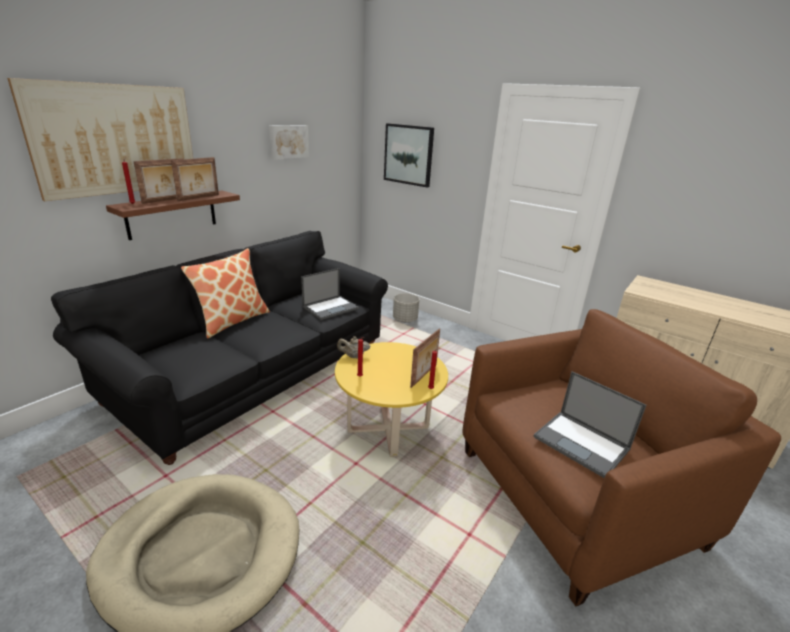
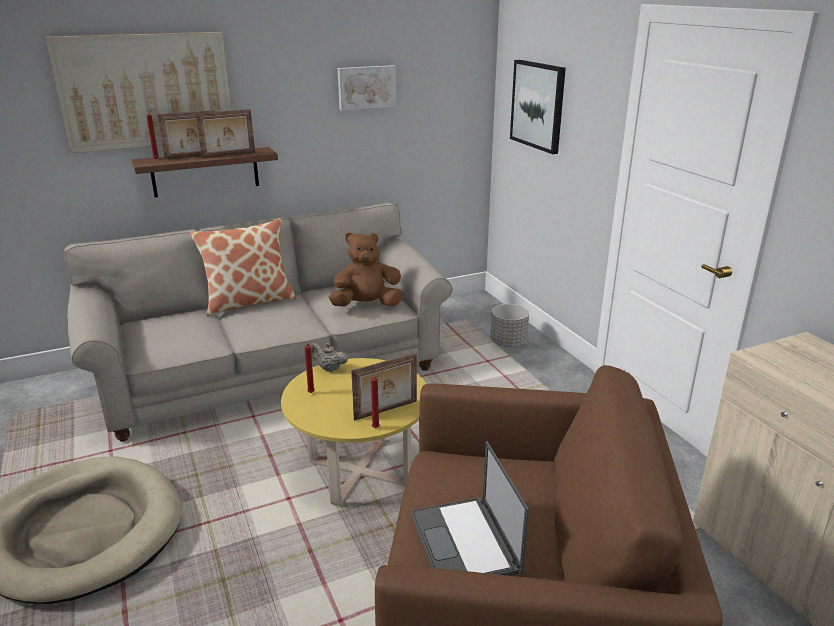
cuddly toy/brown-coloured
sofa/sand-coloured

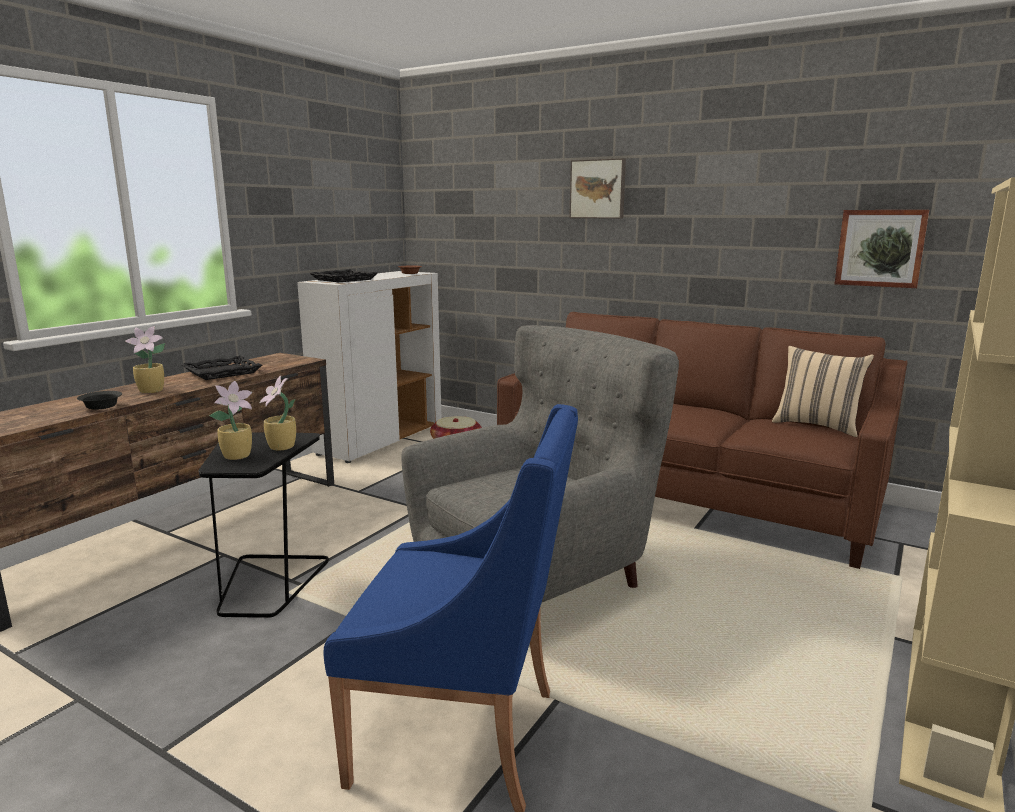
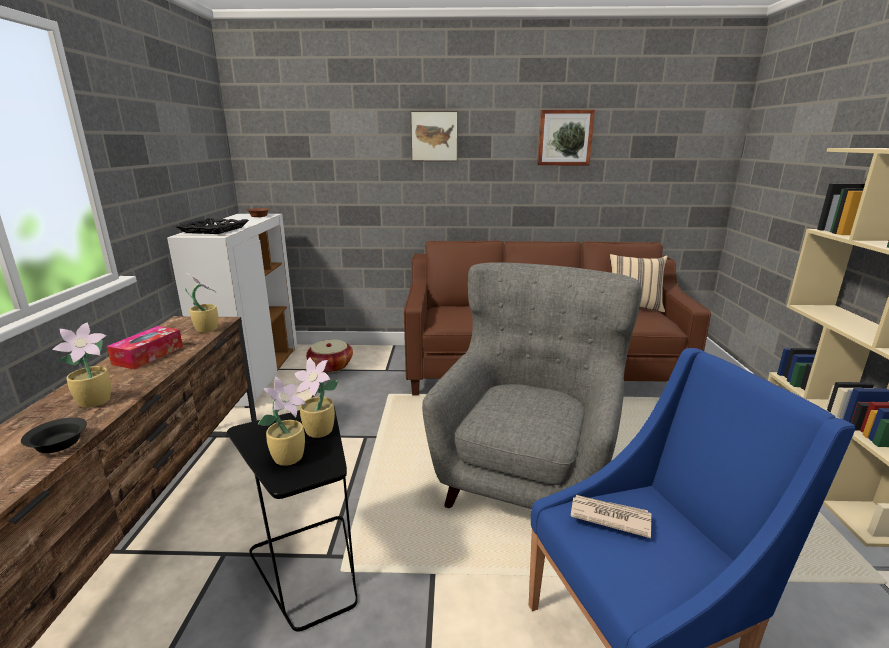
potted plant (2nd from left)
newspaper
wall picture (2nd from left)
tissue holder

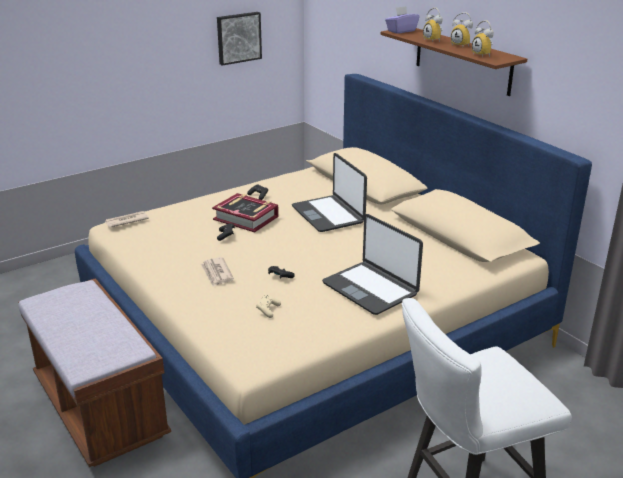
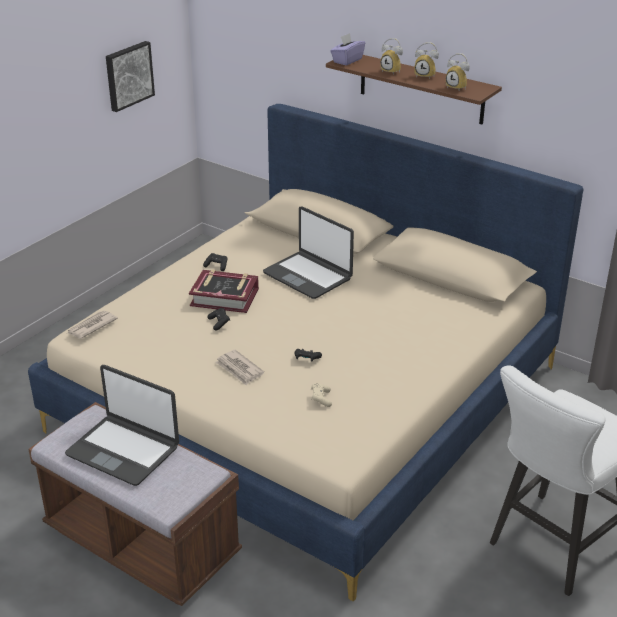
laptop (1st from left)

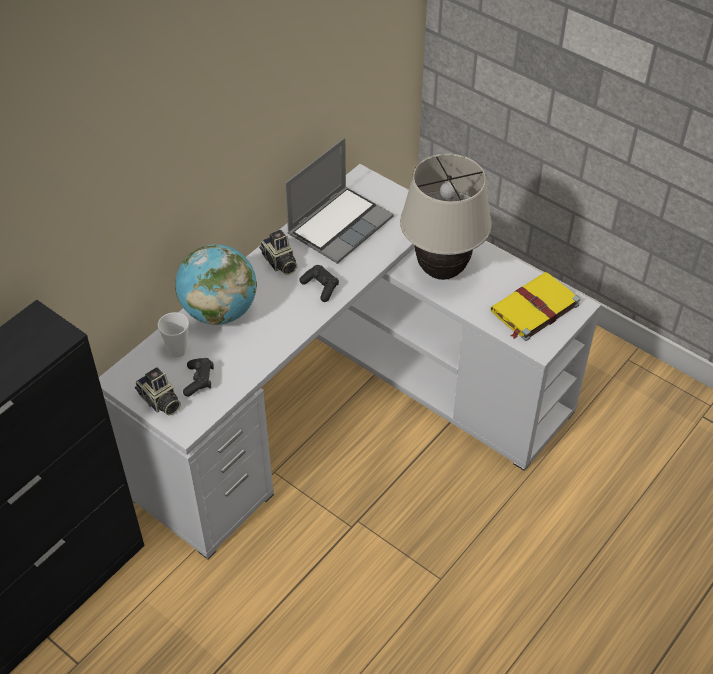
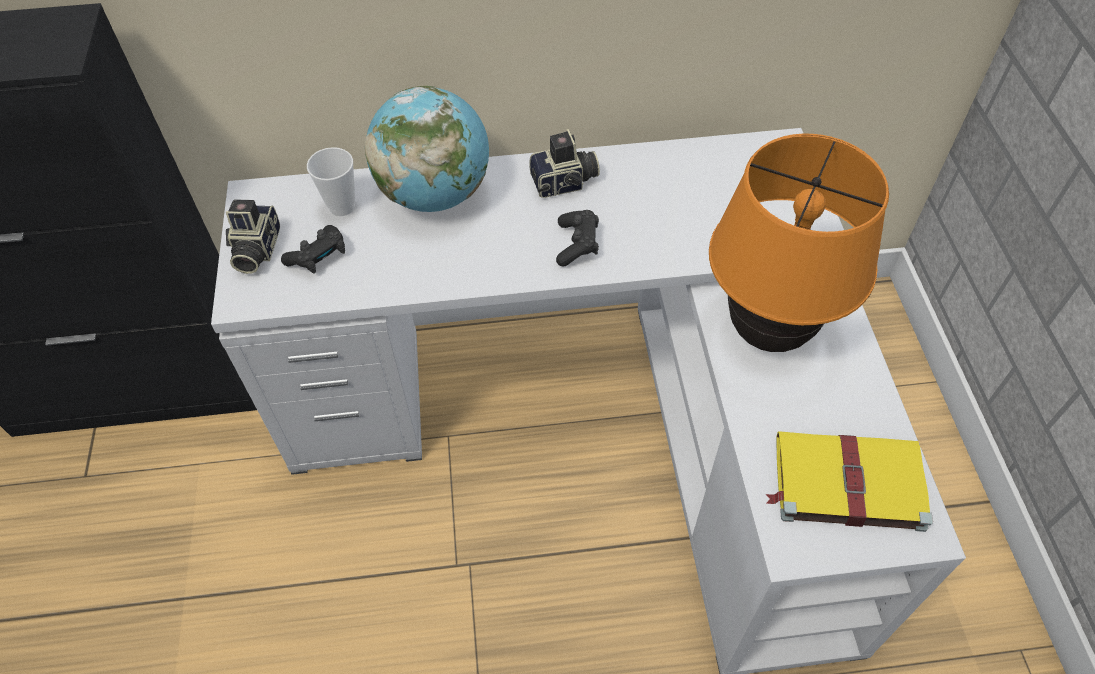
laptop
table lamp/orange
still camera (2nd from left)

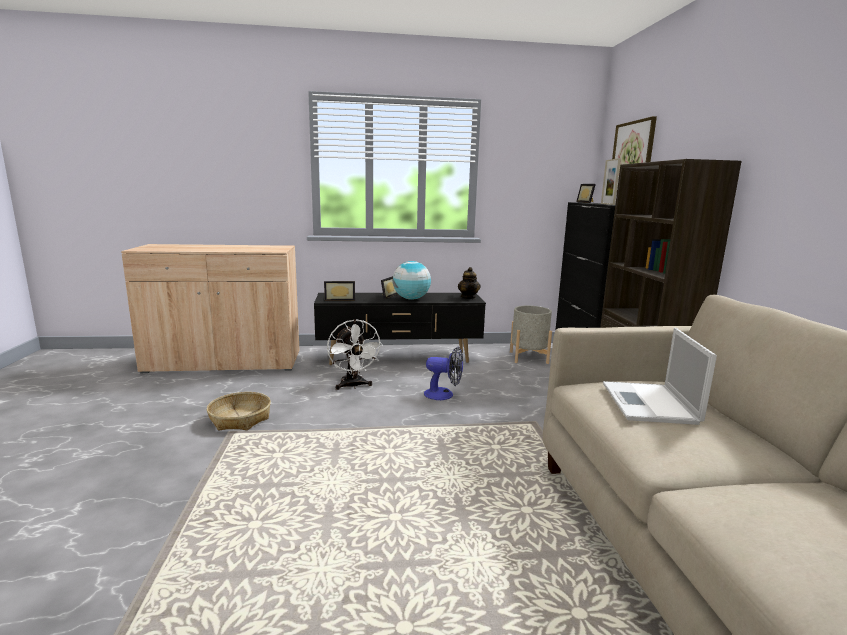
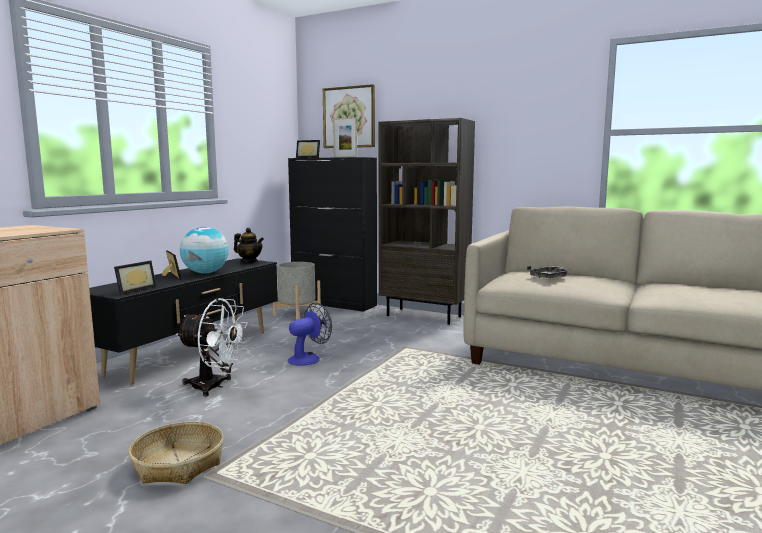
serving tray/gray

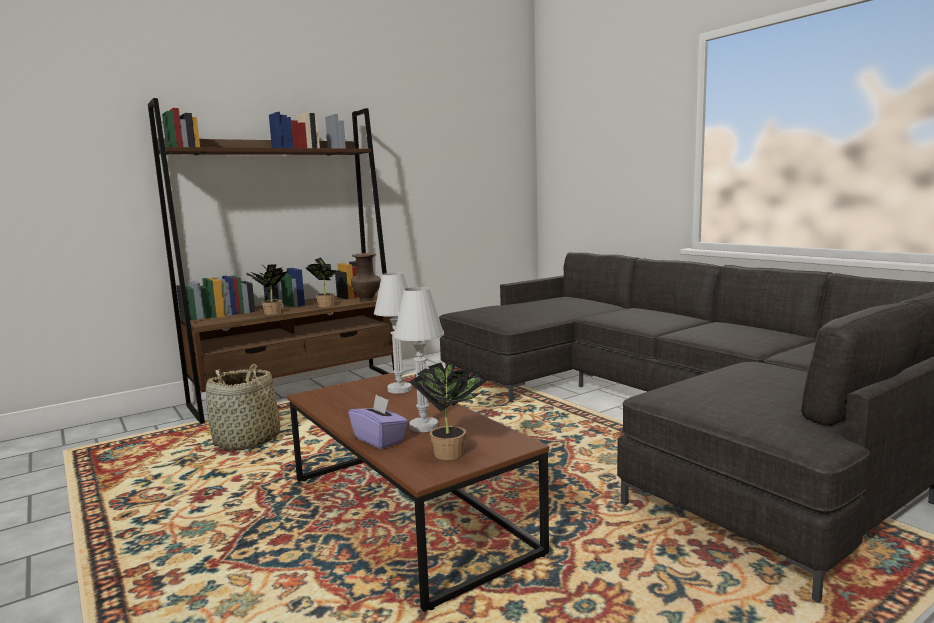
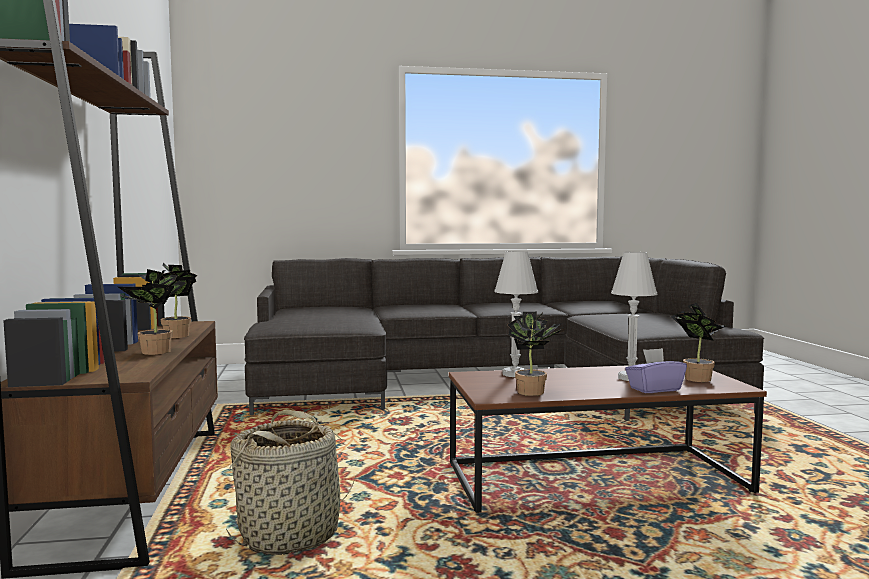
flower vase/brown-coloured
potted plant (3rd from left)

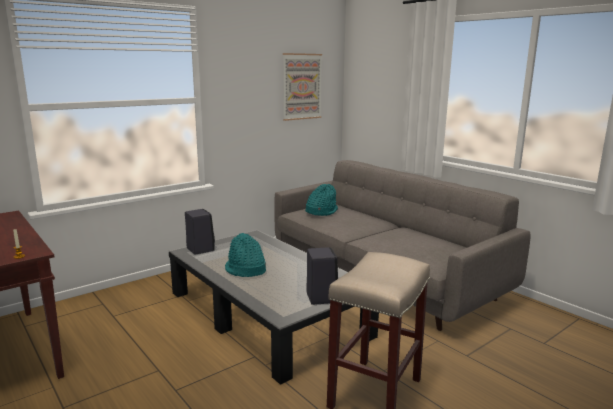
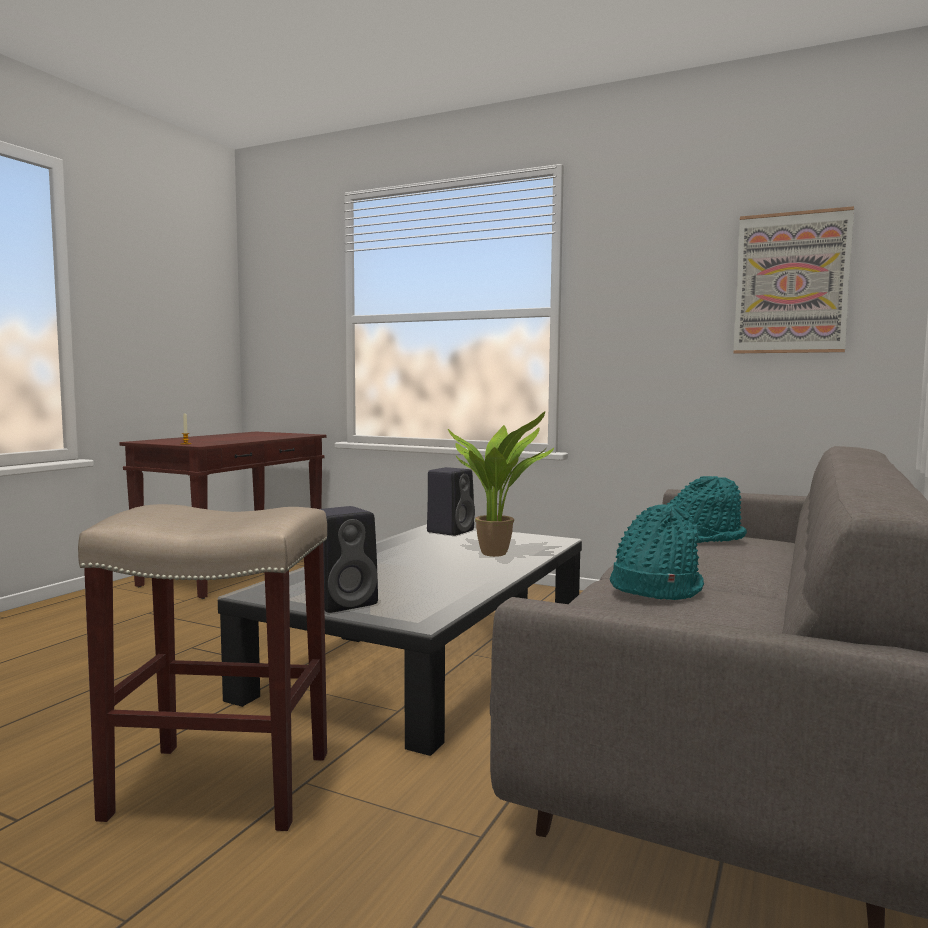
potted plant
clothing hat/blue-green (1st from left)

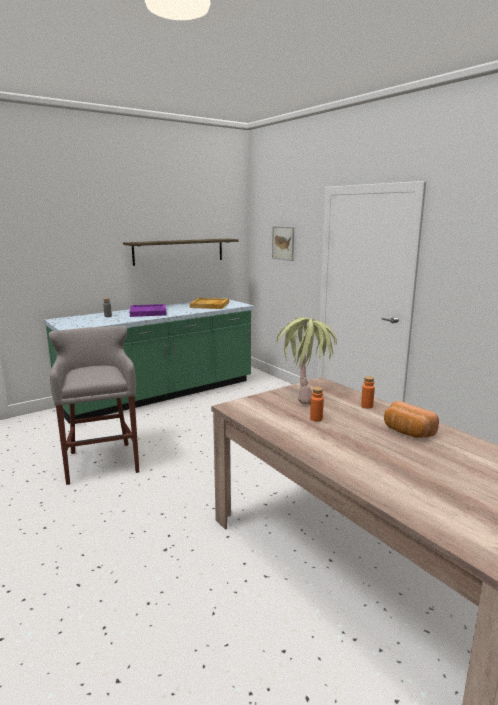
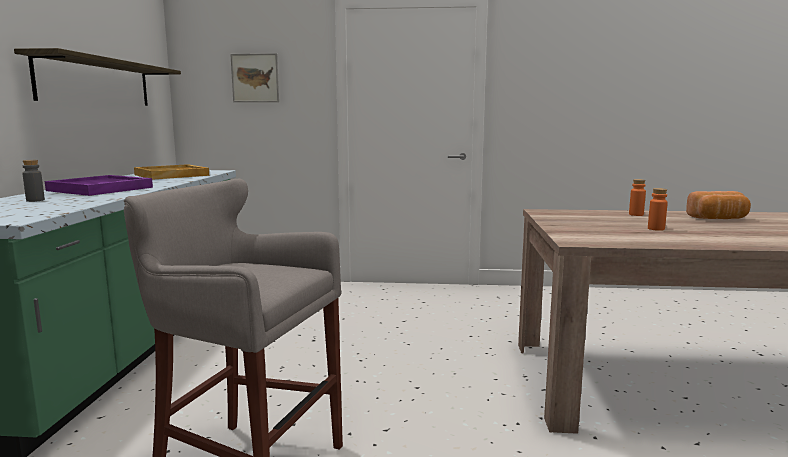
potted plant

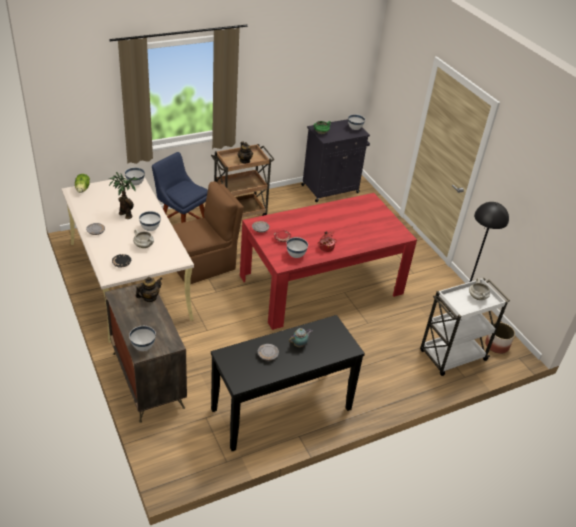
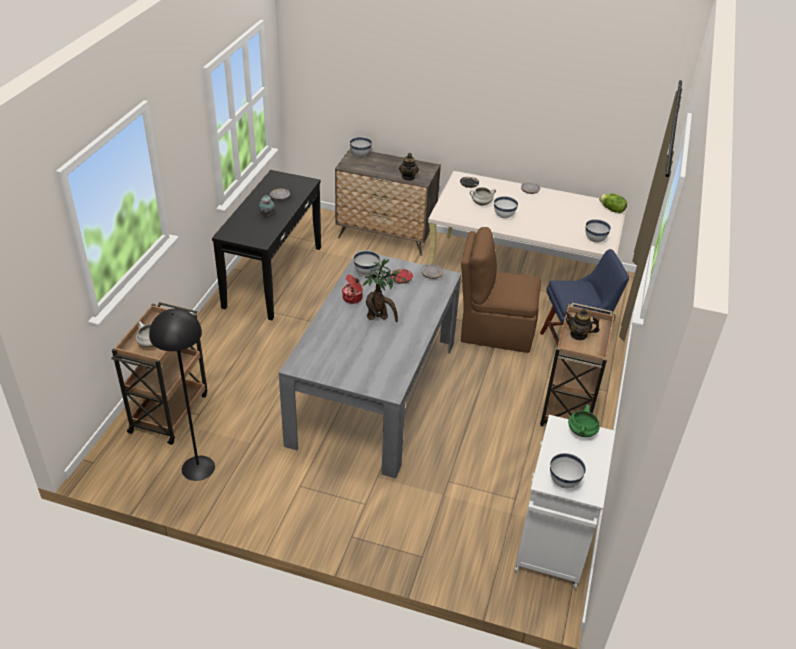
planter
potted plant
dinner table/gray
cabinet/white-coloured
trolley/brown-coloured (1st from left)
chair/brown-coloured

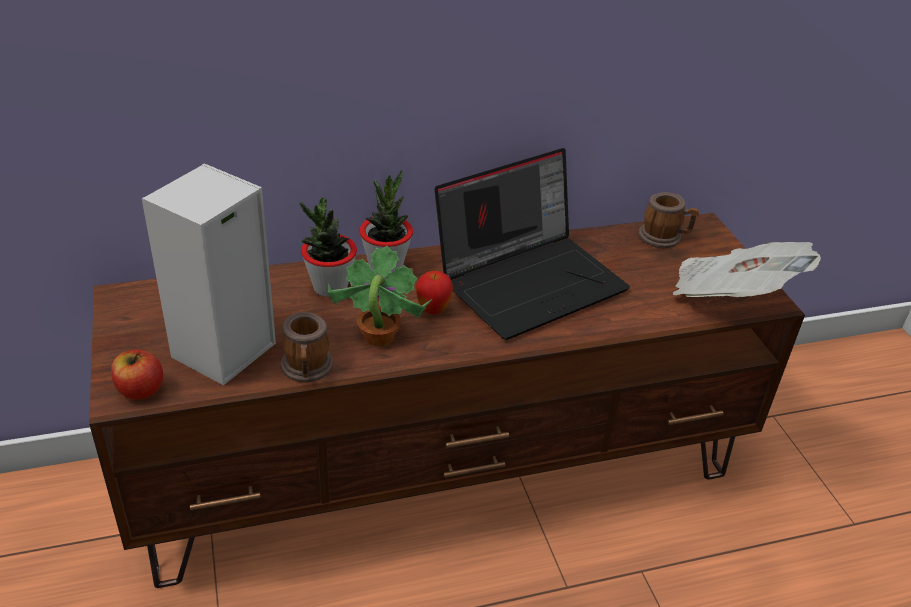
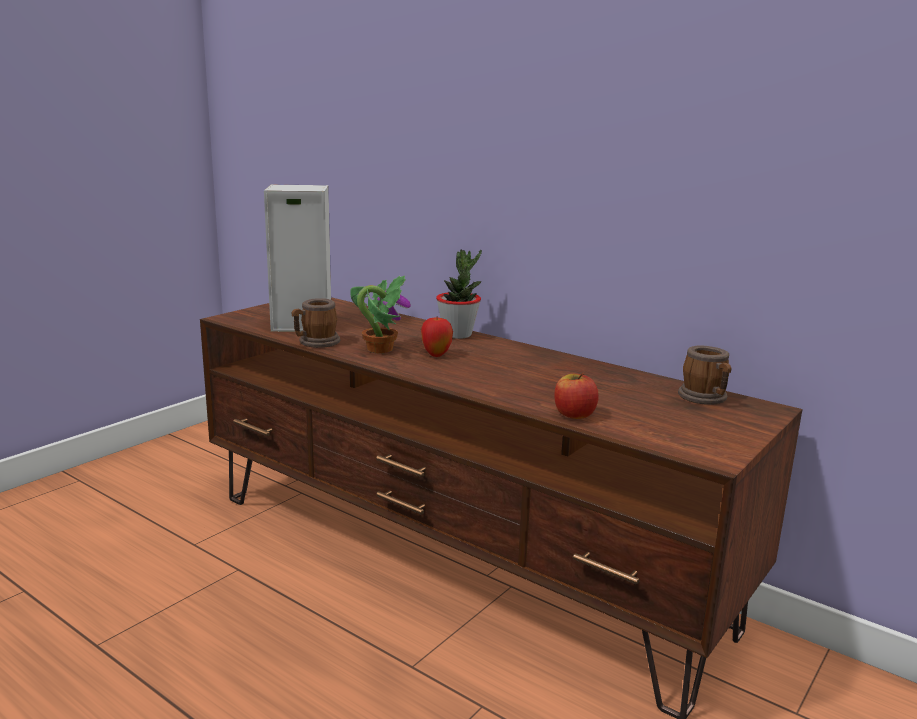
potted plant (1st from left in the first image)
laptop
newspaper
whole apple (2nd from left)

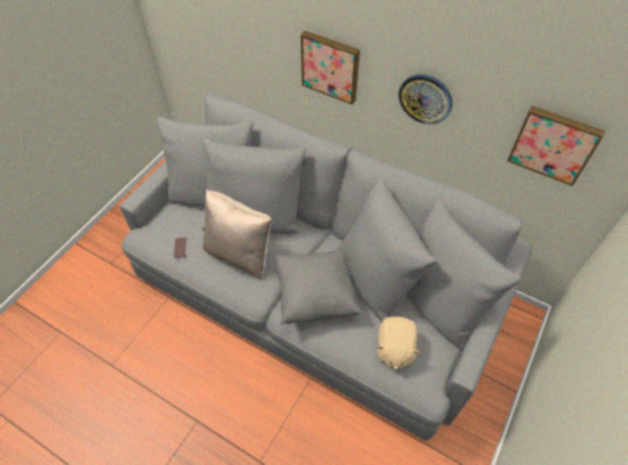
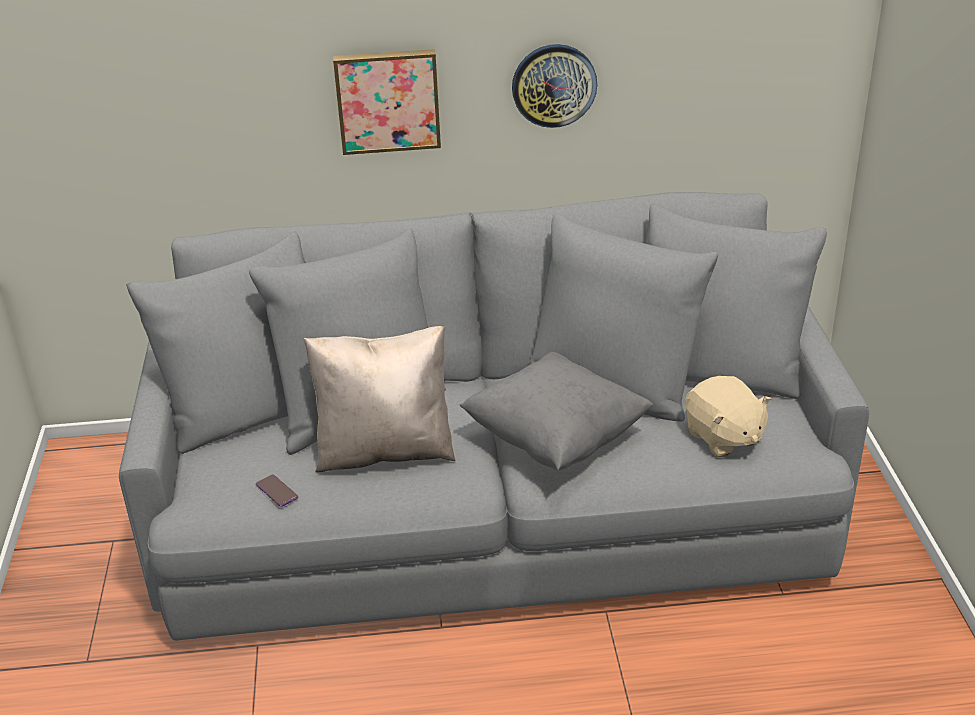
wall picture (2nd from left in the first image)

